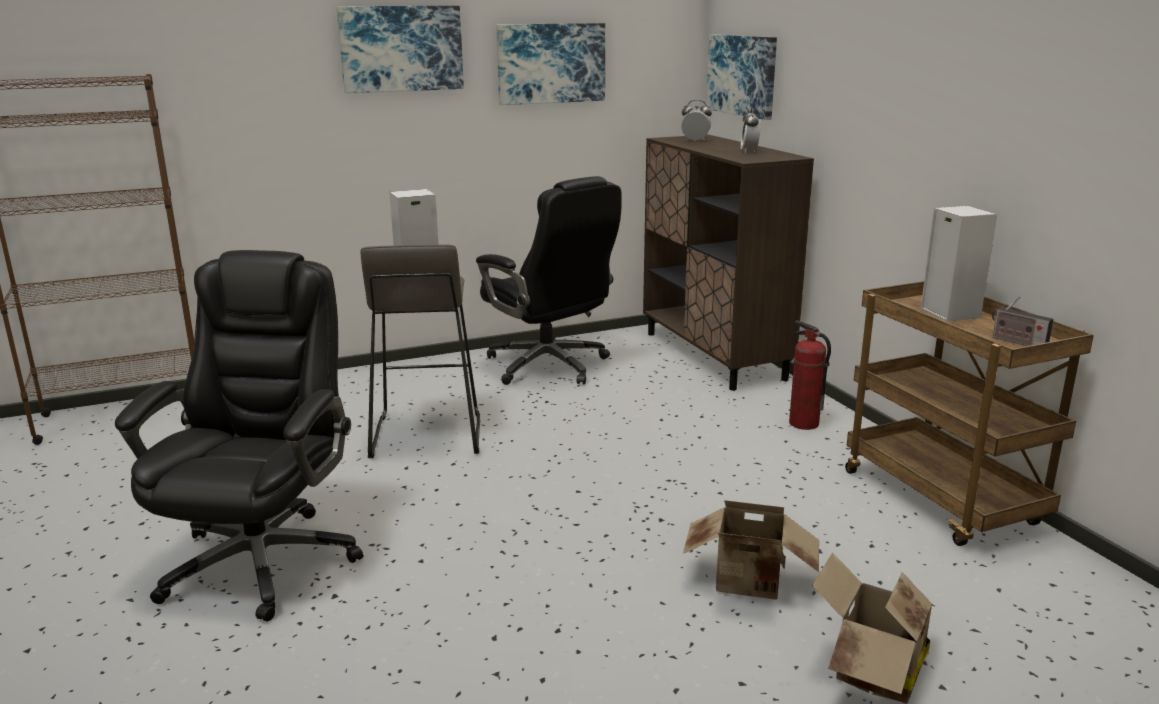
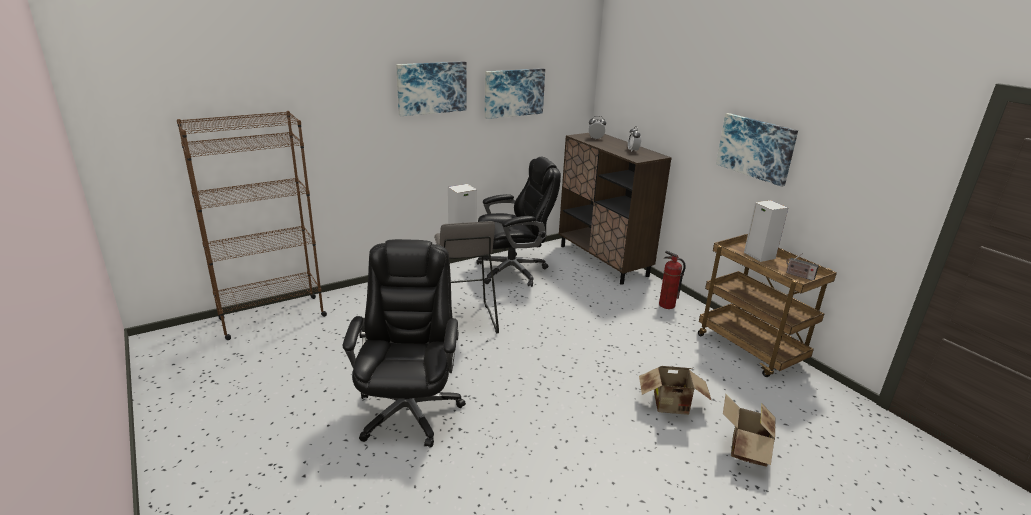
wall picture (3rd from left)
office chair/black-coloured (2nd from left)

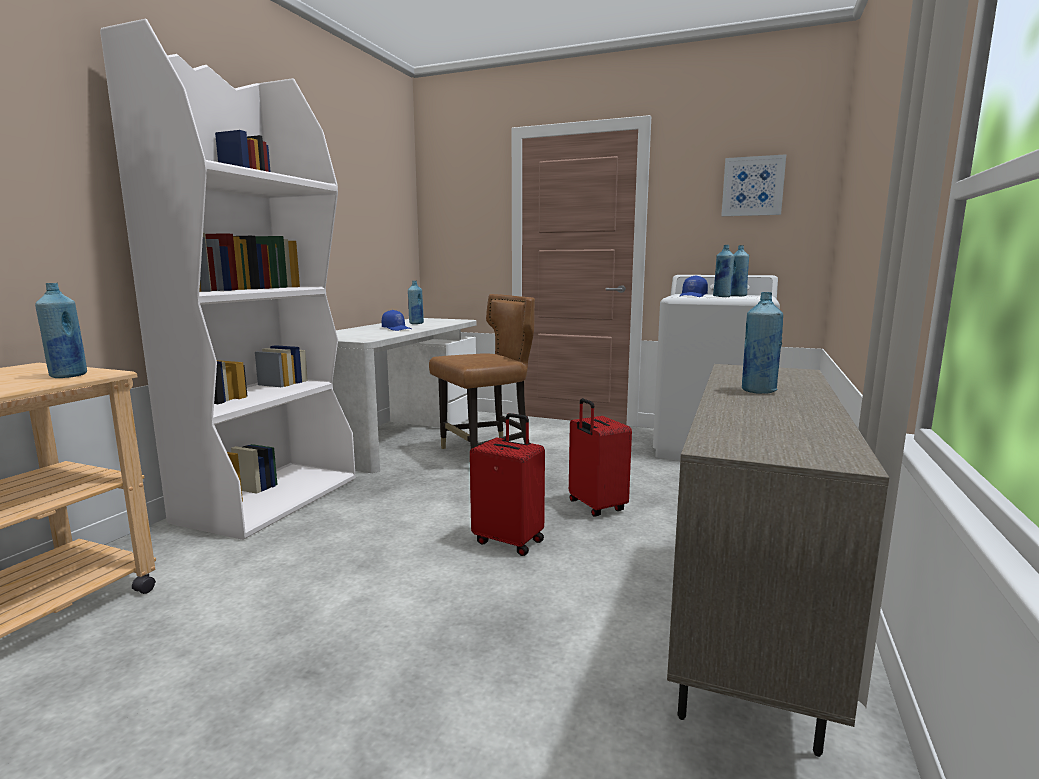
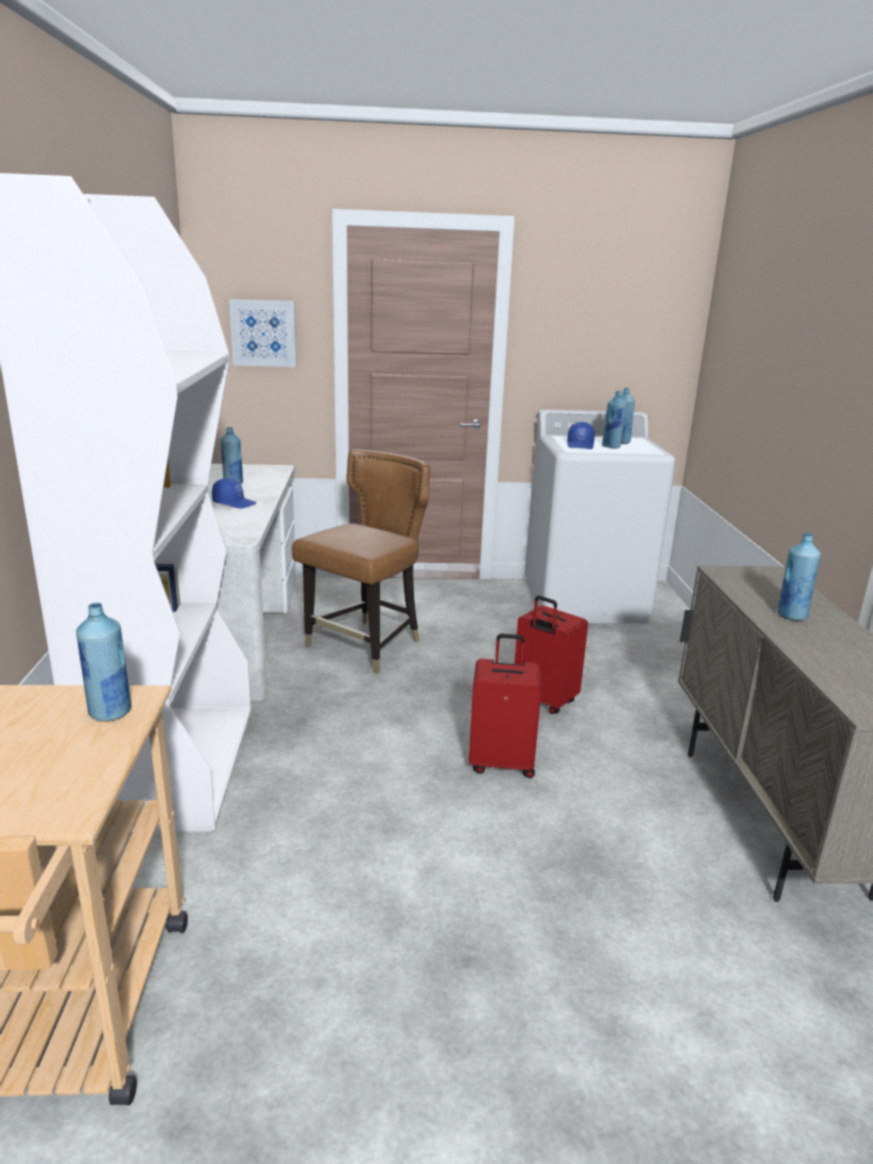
wall picture

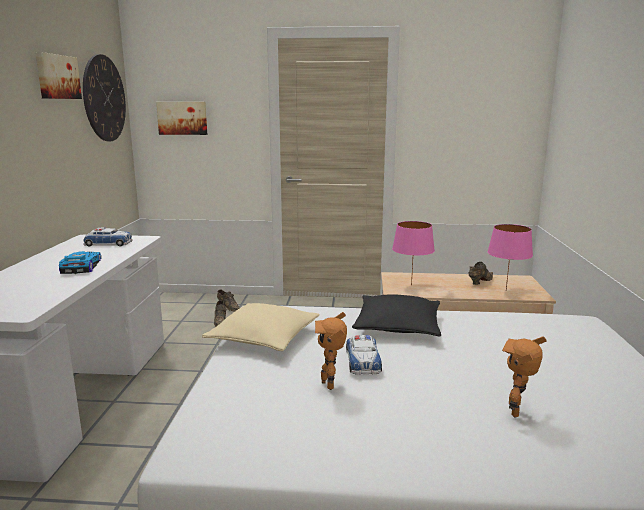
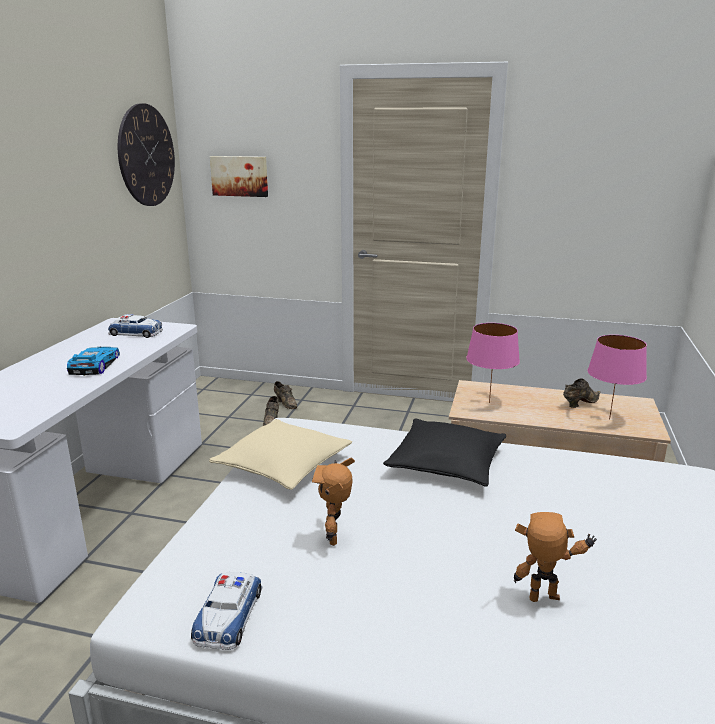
wall picture (1st from left in the first image)
model car (3rd from left)
model robot (2nd from left)

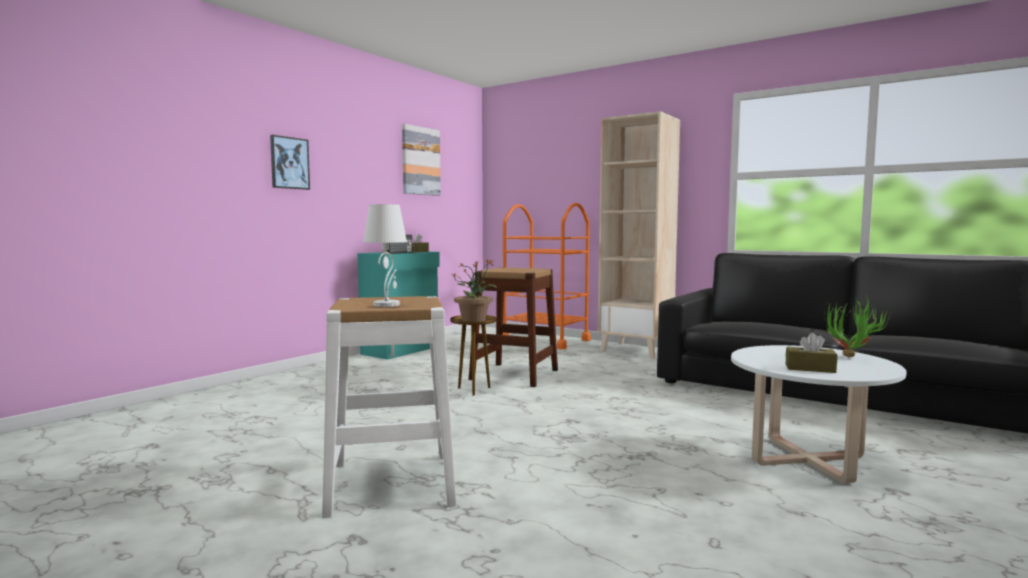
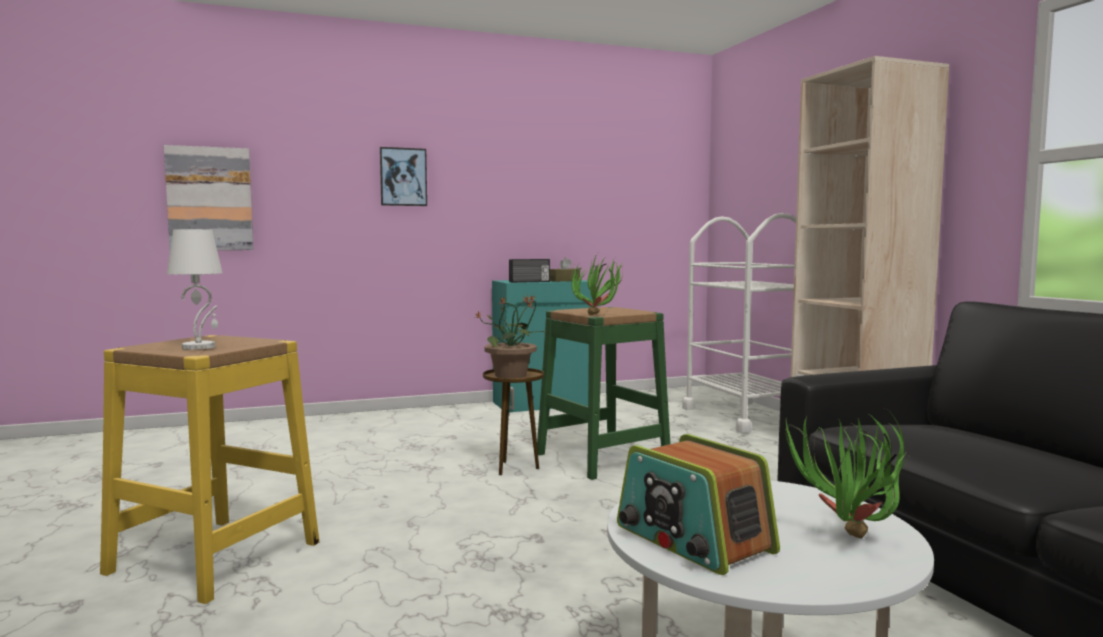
potted plant (2nd from left)
wall picture (1st from left)
radio set (2nd from left)
stool seat/yellowish
stool seat/green-coloured
trolley/white-coloured

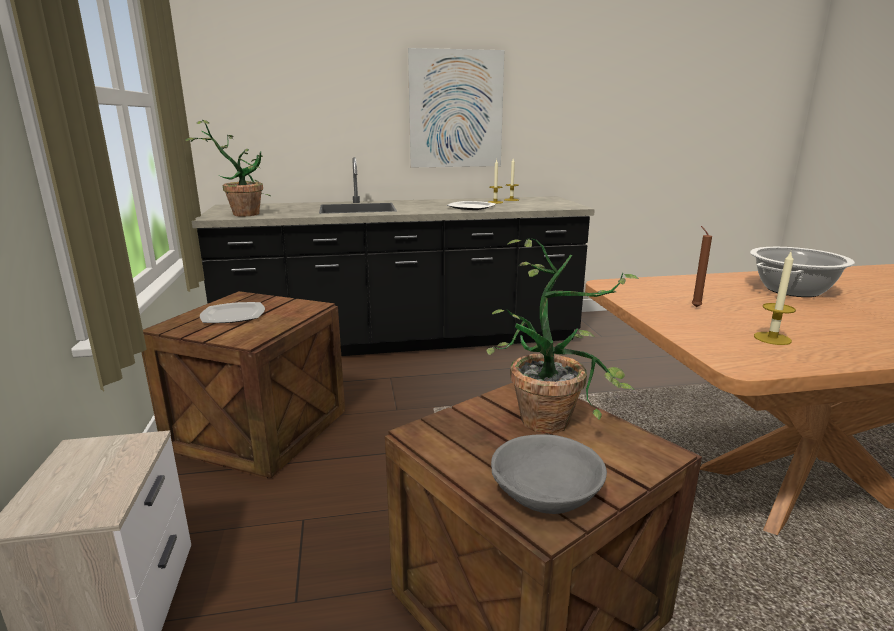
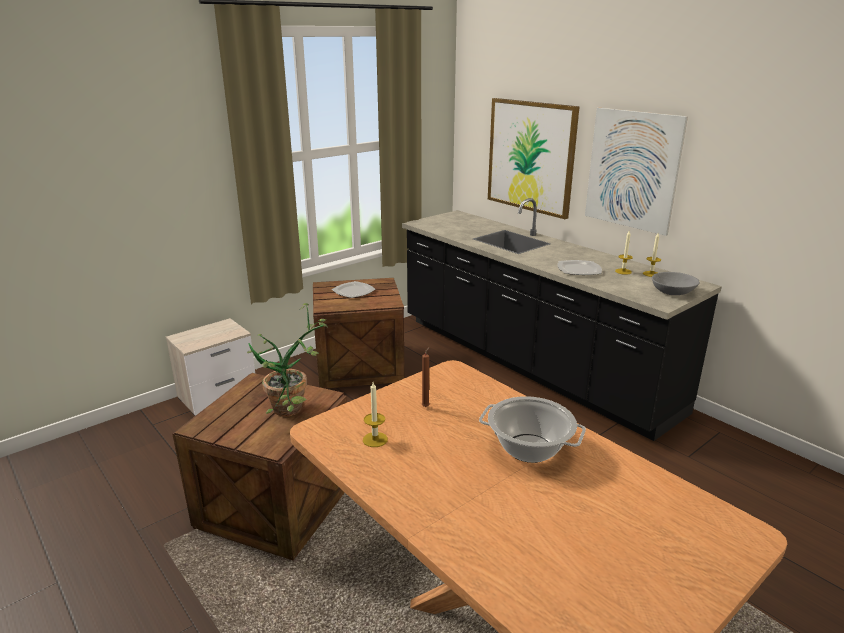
potted plant (1st from left in the first image)
wall picture (1st from left)
deep dish/gray

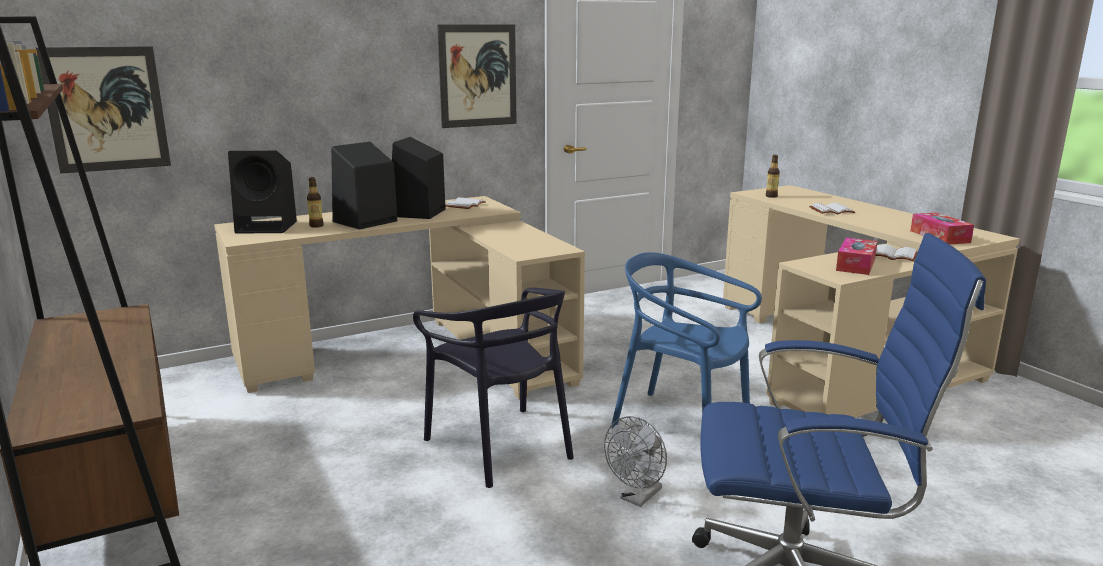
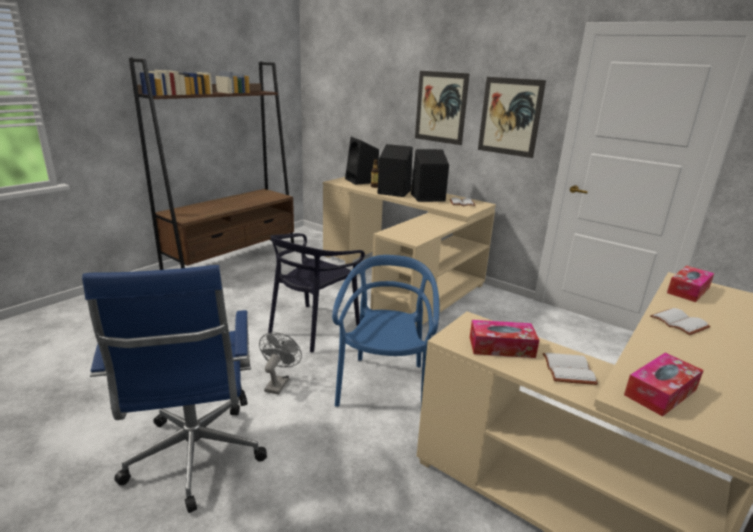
wall picture (1st from left)
tissue holder (3rd from left)
cooling fan/gray

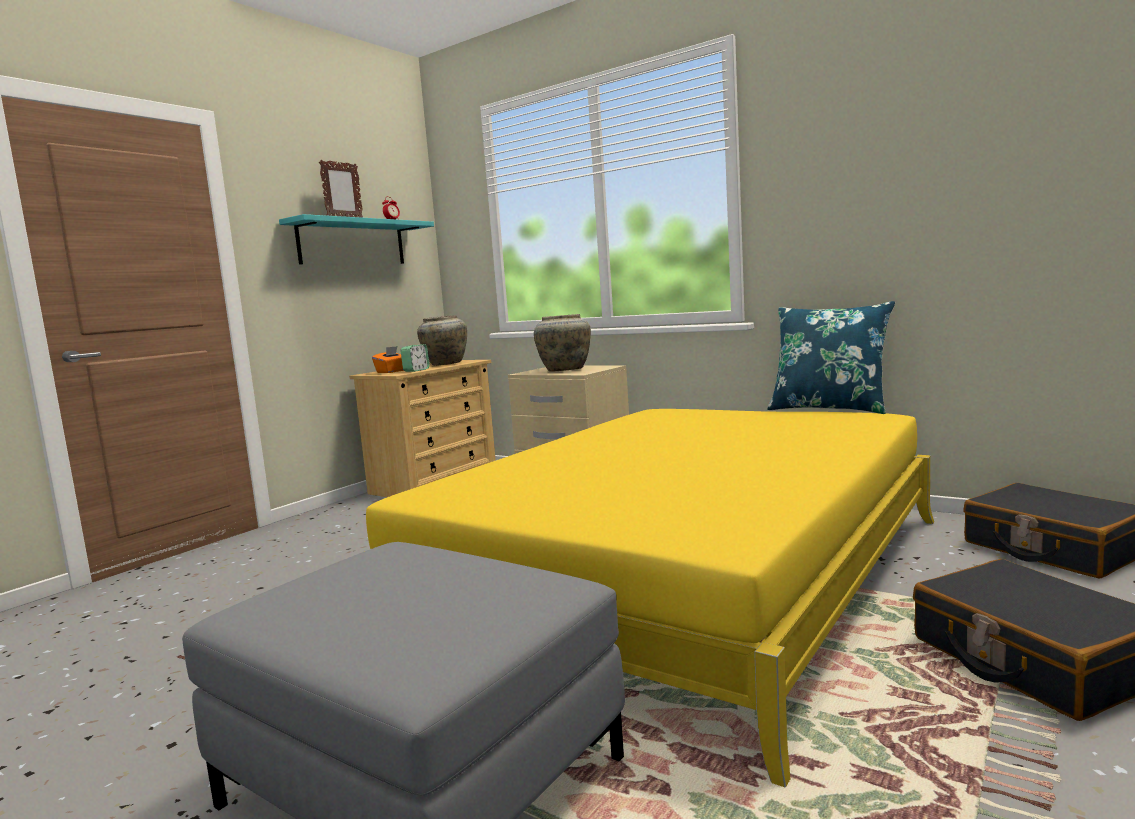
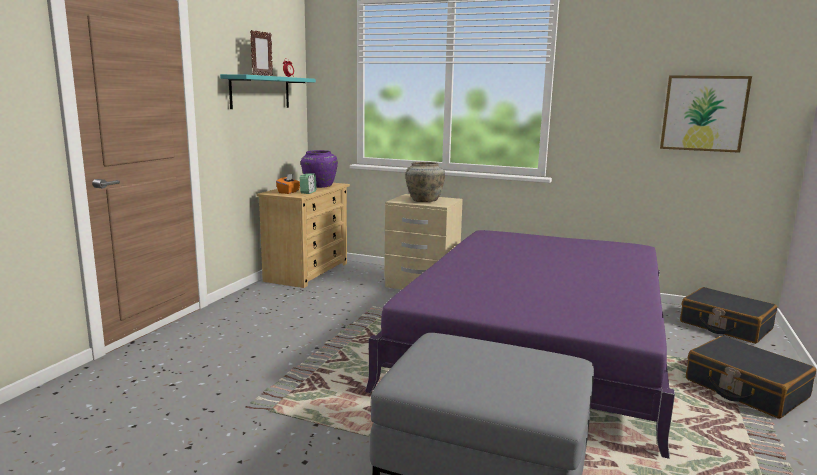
pillow/blue-coloured
wall picture
sleeping bed/purplish
flower vase/purplish

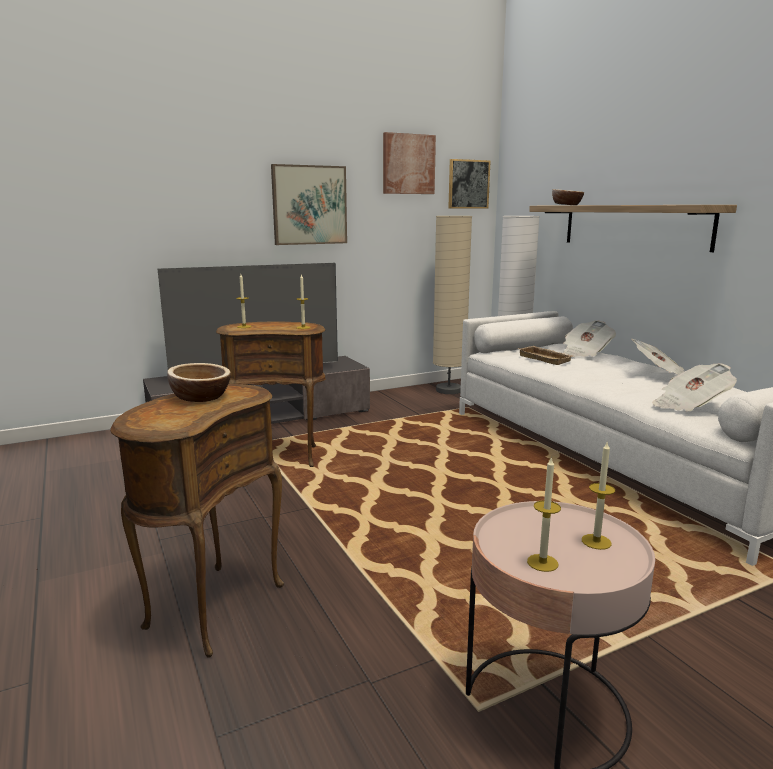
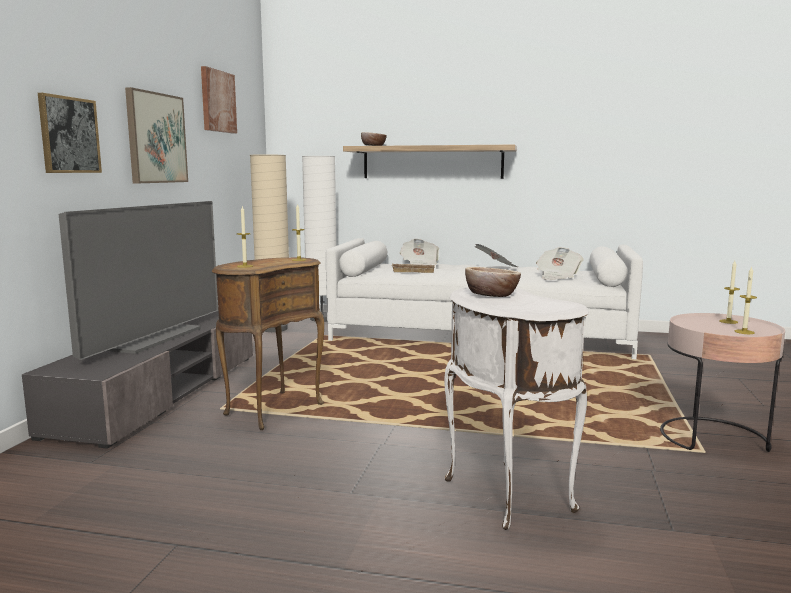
wall picture (1st from left)
side table/white-coloured

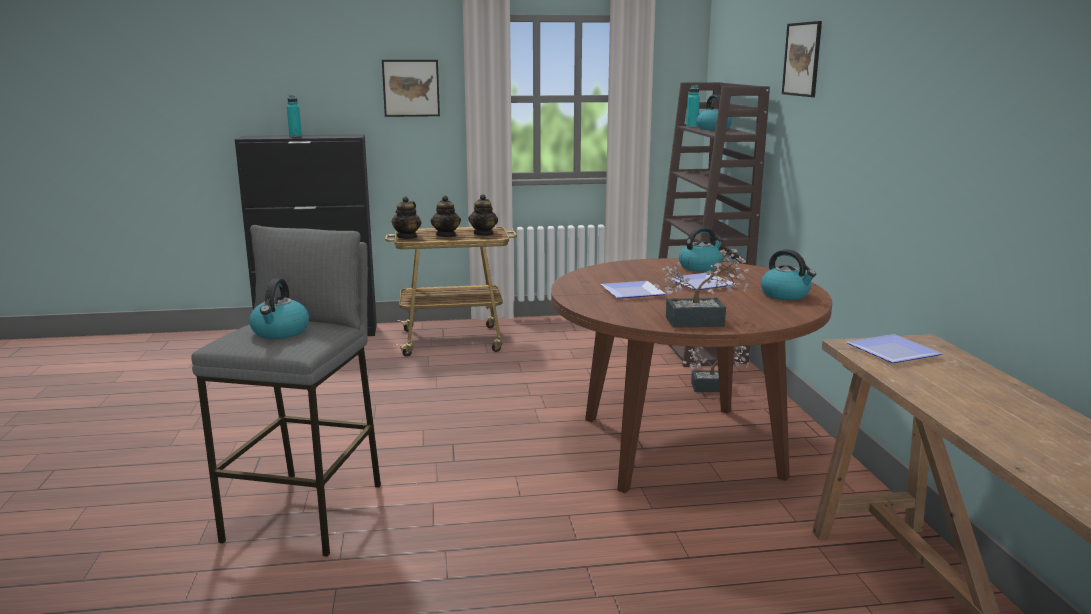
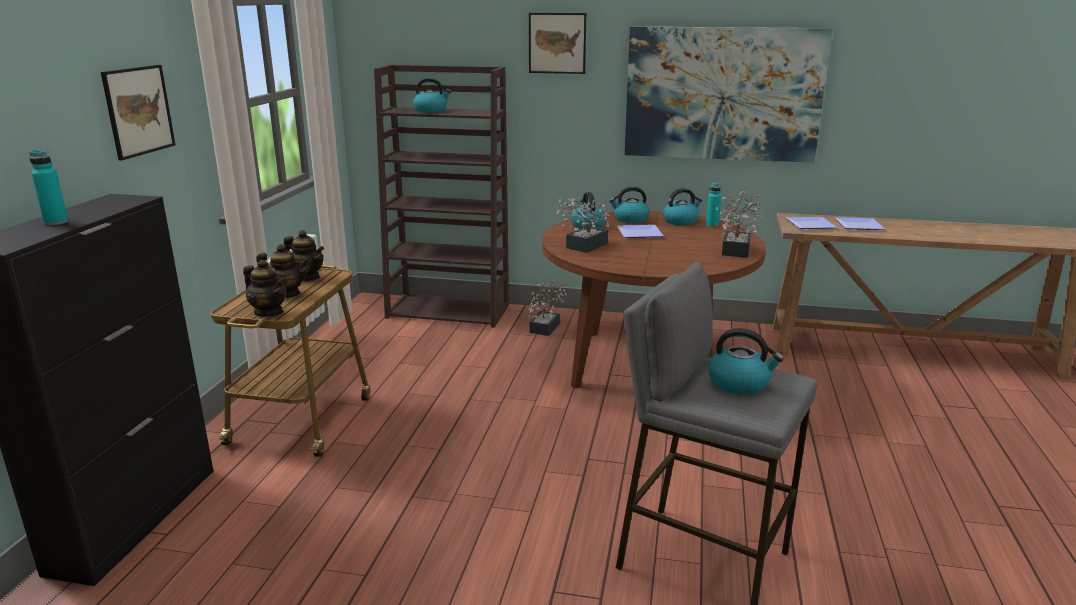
potted plant (2nd from left)
kettle (3rd from left)
wall picture (3rd from left)
plate (3rd from left)
beverage bottle/blue-green (2nd from left)

